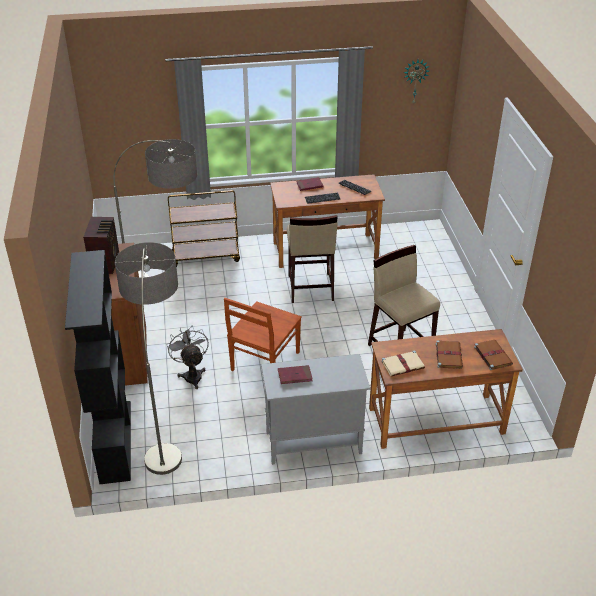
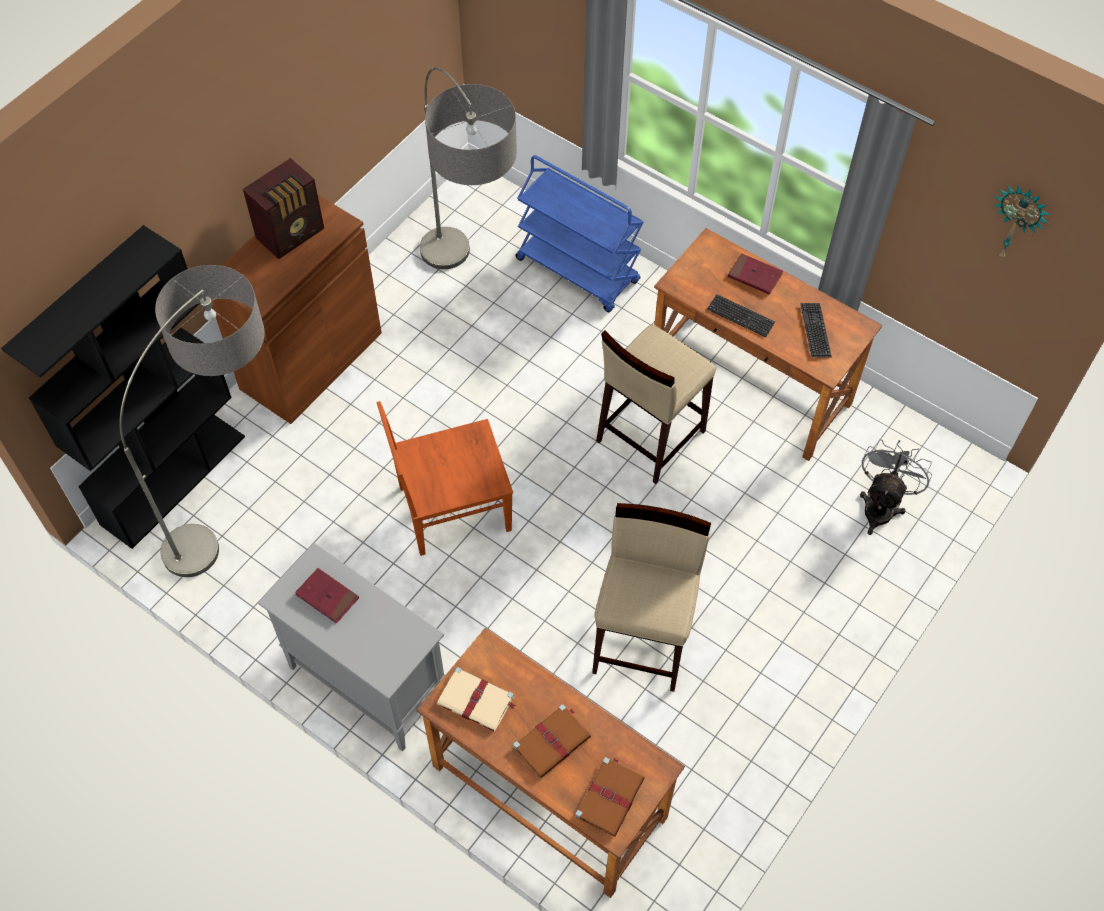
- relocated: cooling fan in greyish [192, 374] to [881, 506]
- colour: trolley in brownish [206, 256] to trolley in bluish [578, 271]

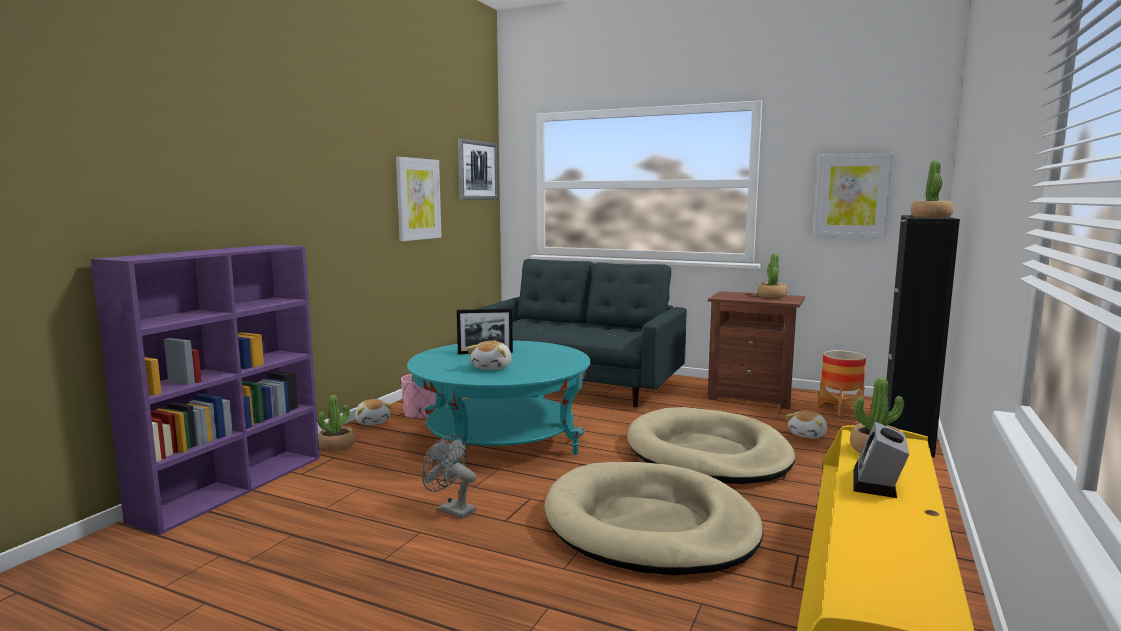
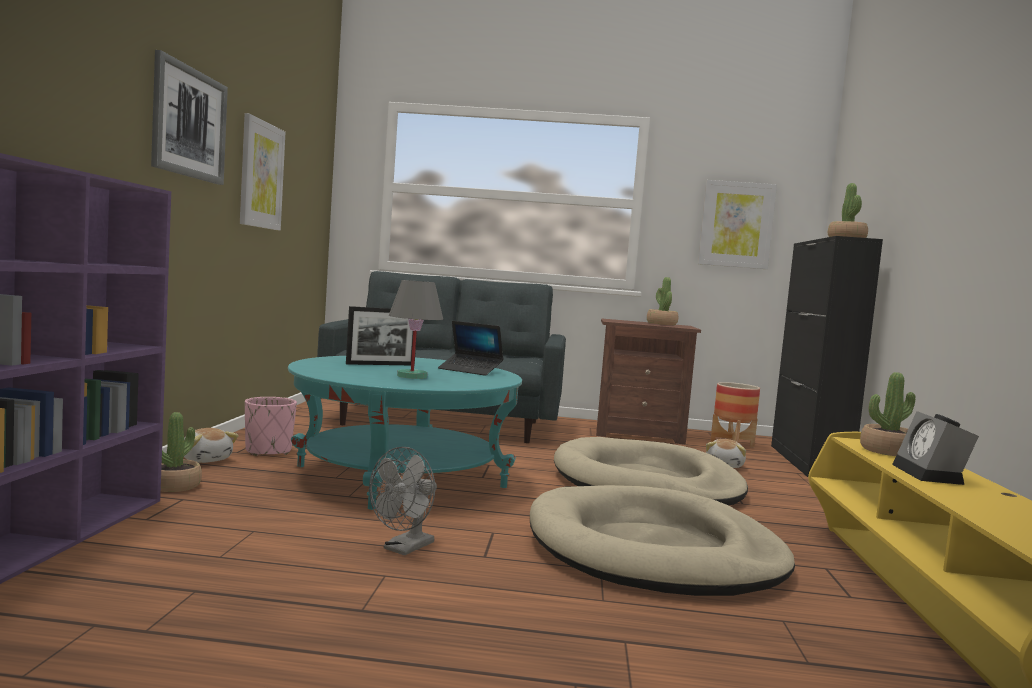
- appeared: portable computer [470, 370]
- relocated: wall picture [477, 170] to [189, 123]
- exchanged: cuddly toy [493, 367] to table lamp in greyish [412, 376]
- spun: cooling fan in greyish [451, 509] = [404, 549] 75 degrees counterclockwise

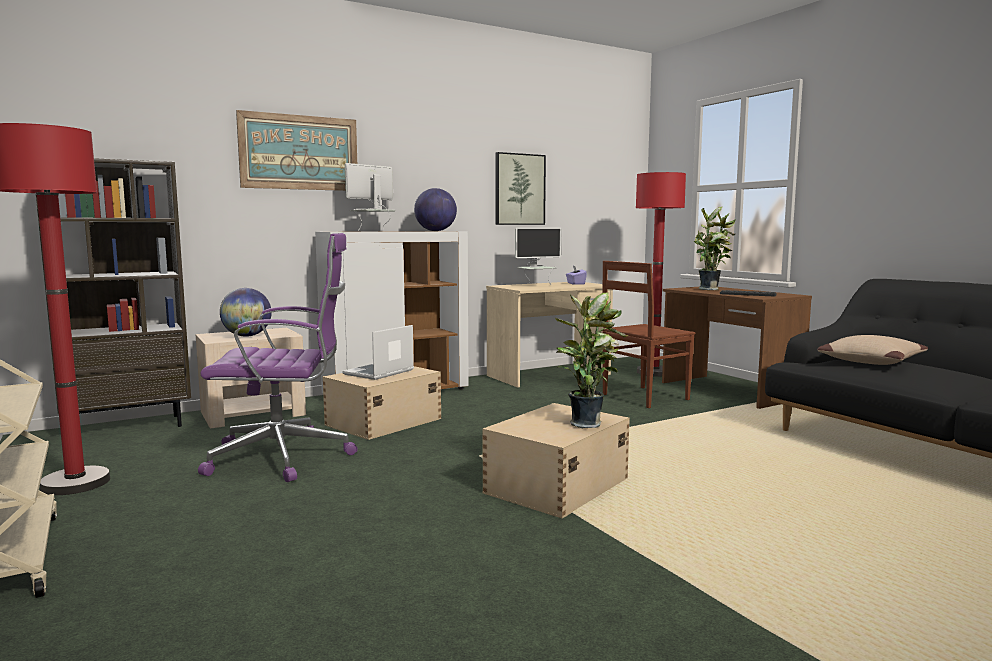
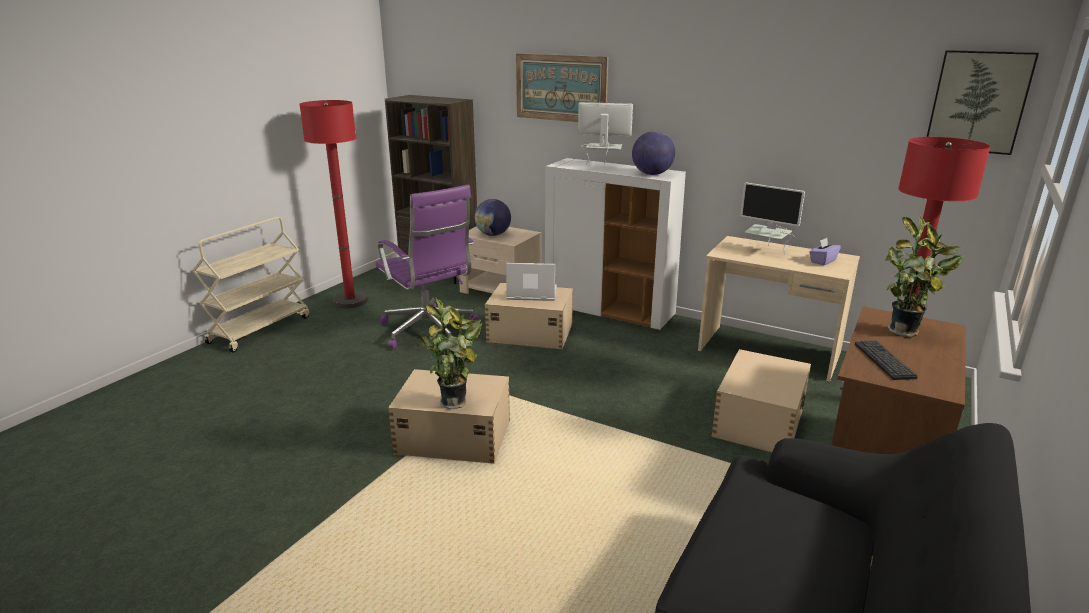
- missing: pillow in beige-coloured [870, 361]
- relocated: wall picture [519, 189] to [978, 102]
- exchanged: upright chair in brownish [643, 397] to storage box in beige-coloured [759, 420]

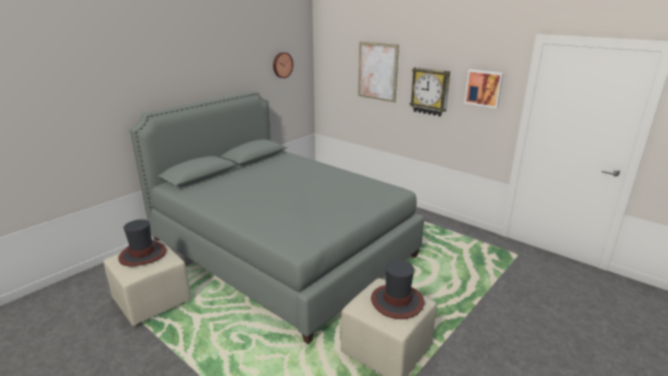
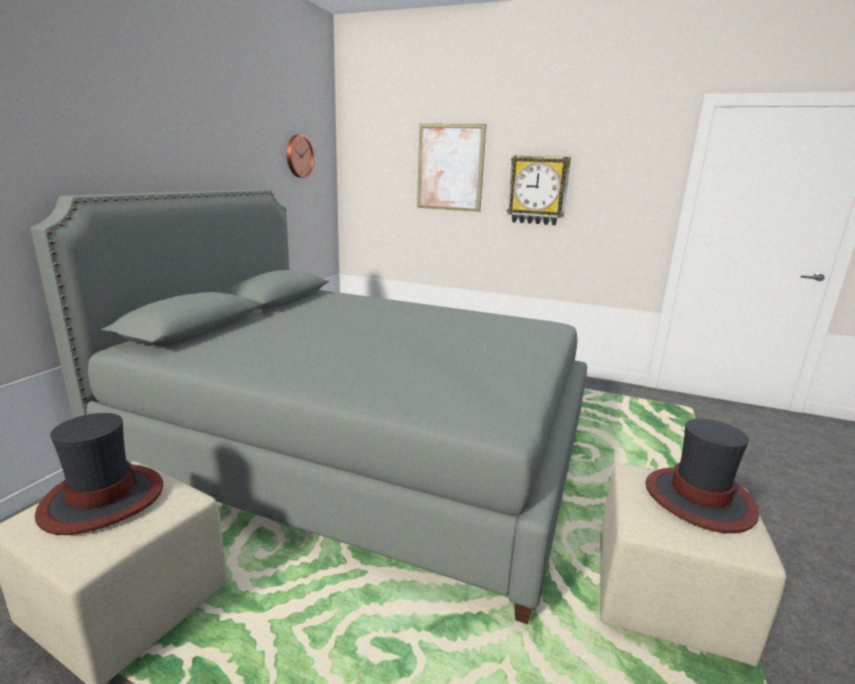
- missing: wall picture [484, 88]

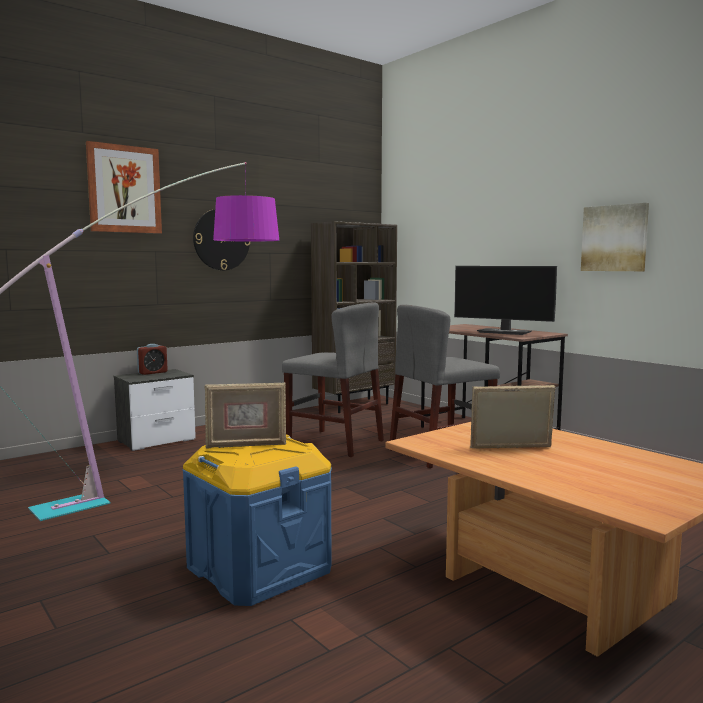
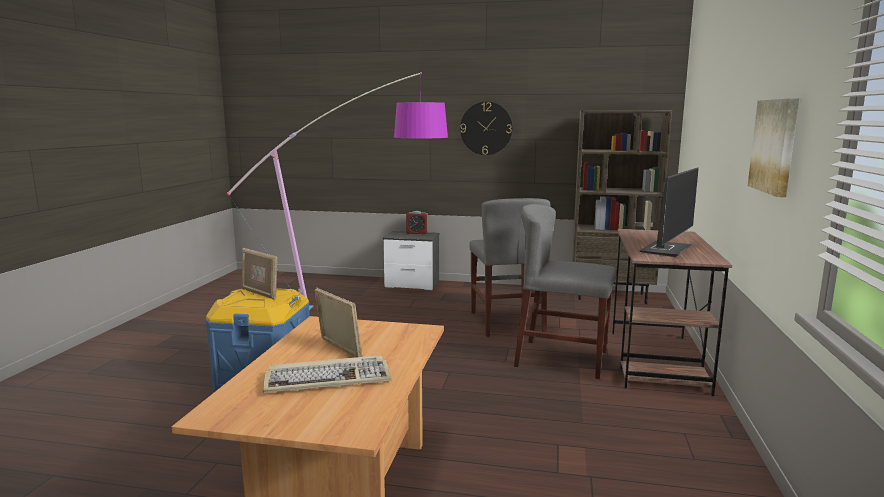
- missing: wall picture [124, 189]
- appeared: computer keyboard [328, 378]
- spun: computer screen [505, 332] = [666, 249] 135 degrees counterclockwise

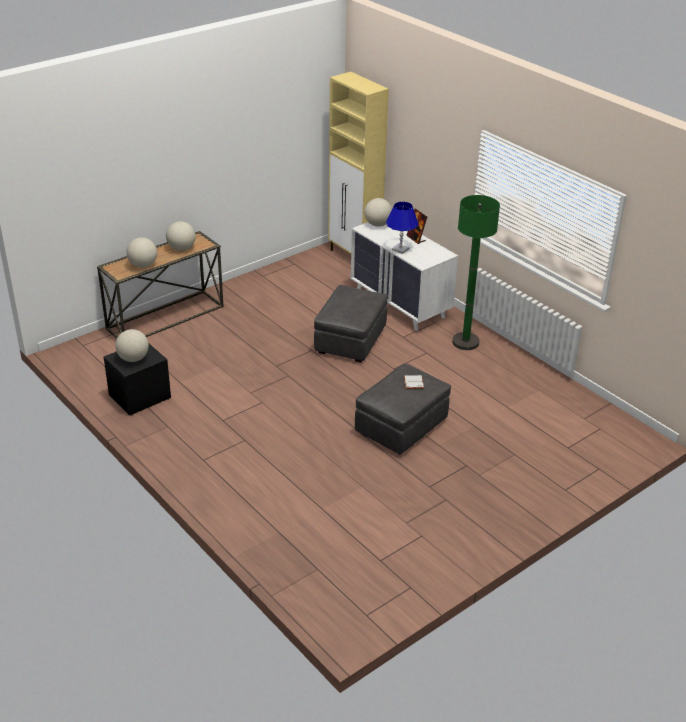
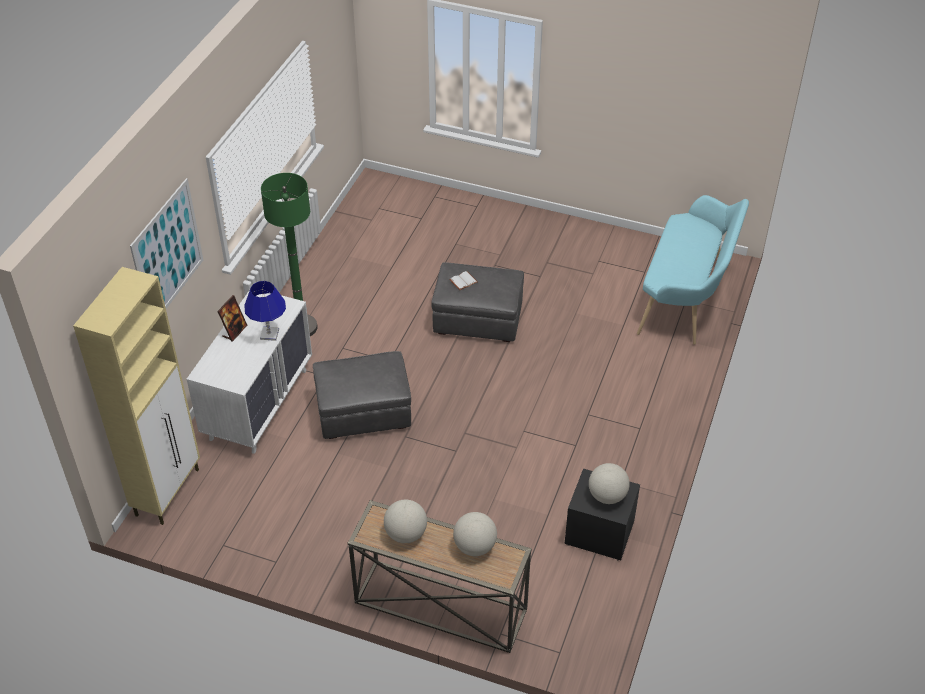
- missing: world globe [378, 224]
- appeared: wall picture [168, 253]
- appeared: indoor bench in turquoise-coloured [686, 300]

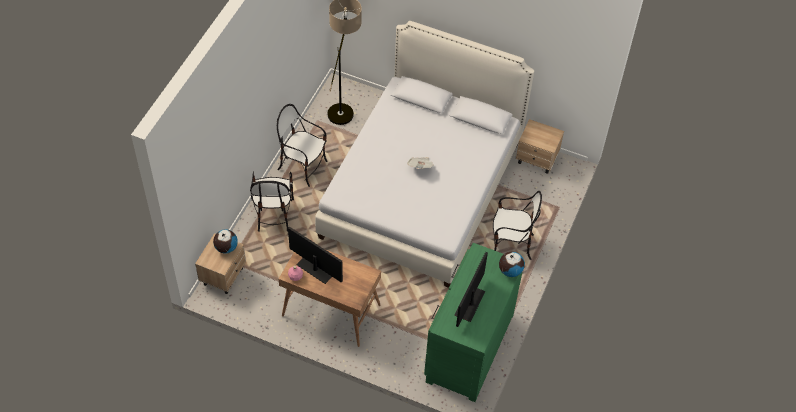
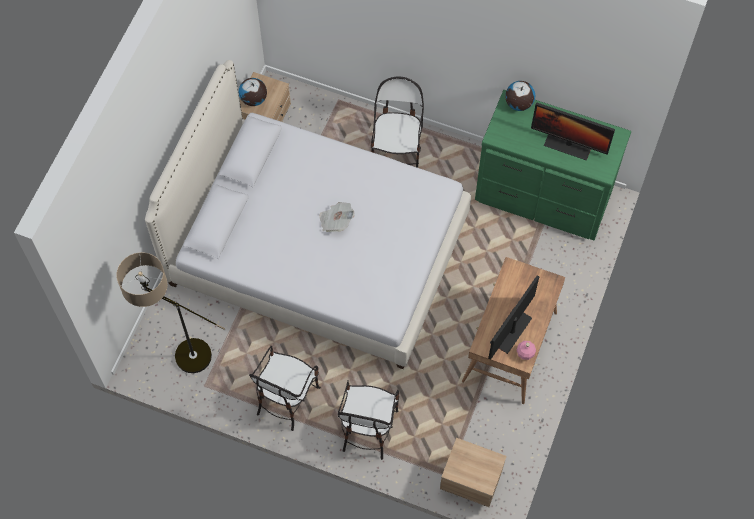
- relocated: world globe [226, 248] to [253, 99]
- spun: upright chair [273, 214] = [368, 428] 105 degrees clockwise

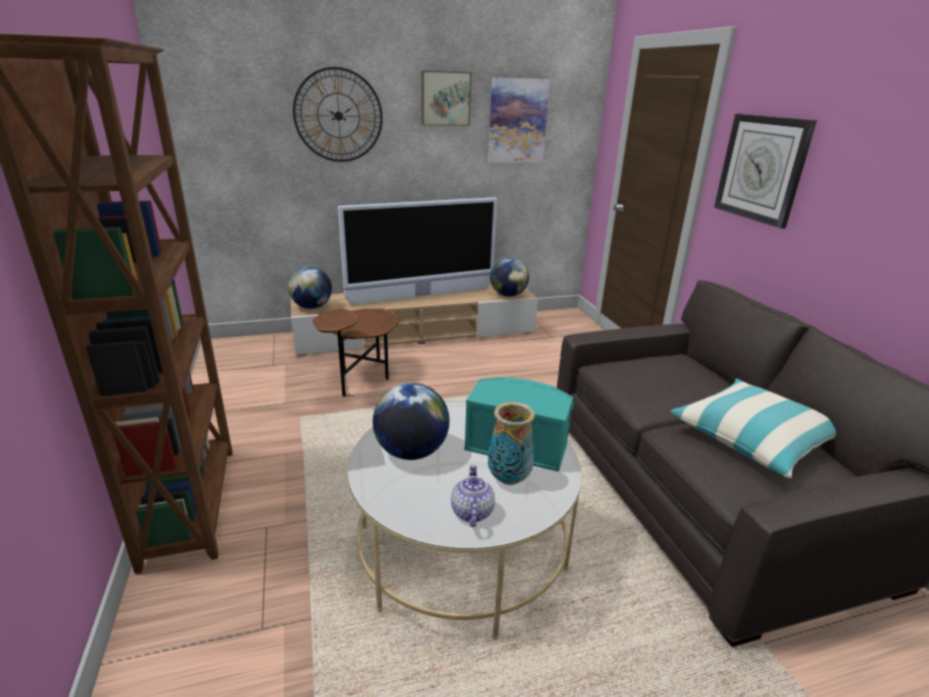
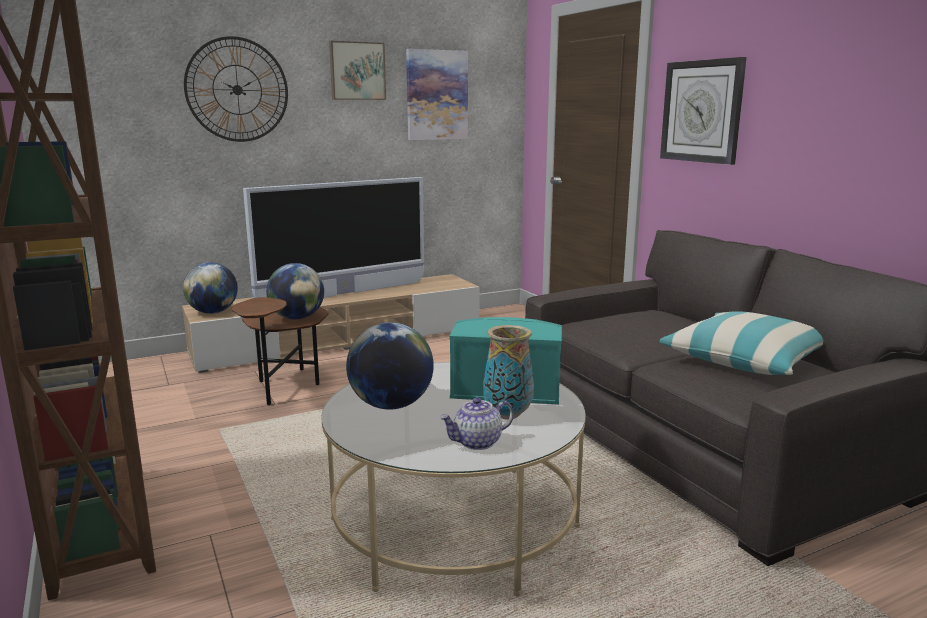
- relocated: world globe [508, 295] to [297, 318]
- spun: teapot [471, 512] = [477, 443] 105 degrees counterclockwise

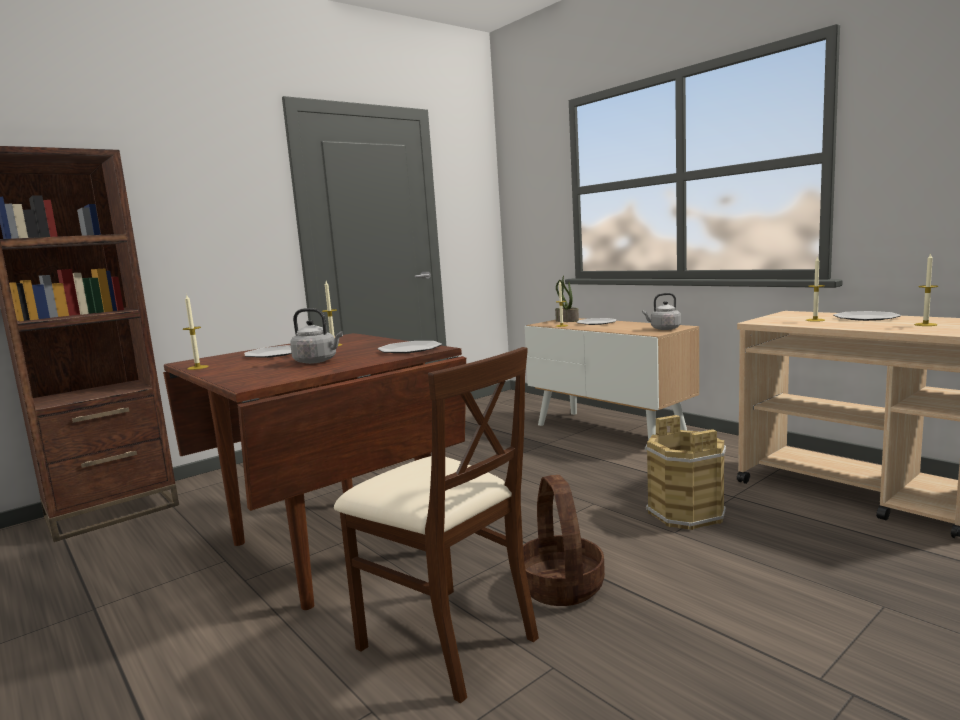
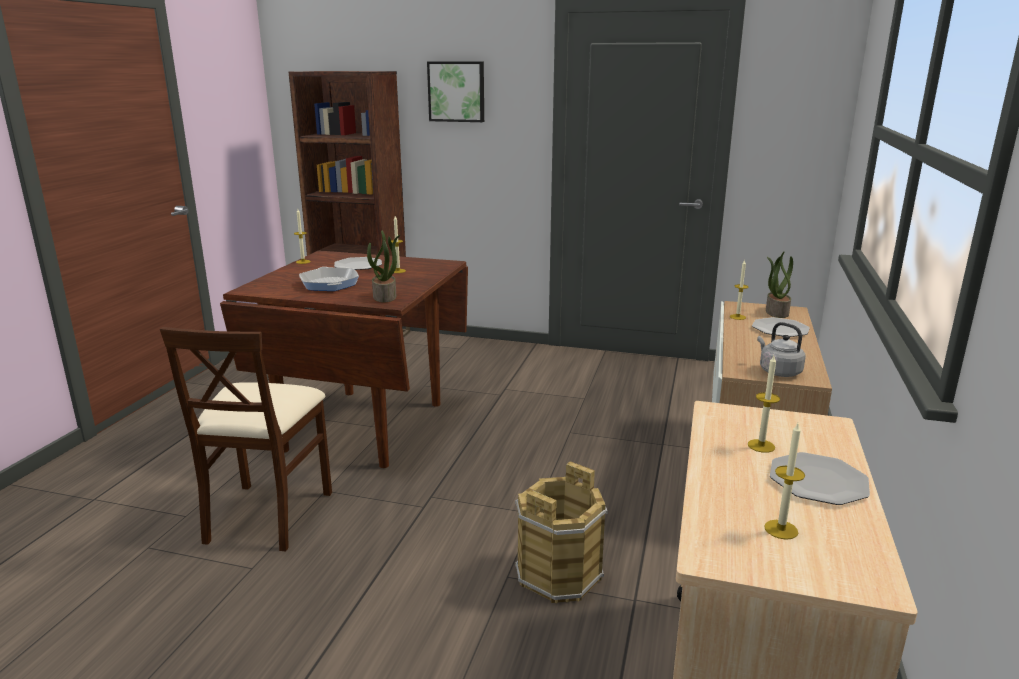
- missing: storage basket [559, 586]
- appeared: wall picture [457, 91]
- exchanged: kettle in greyish [317, 361] to pan [329, 284]
- exchanged: flat dish [410, 349] to potted plant [385, 297]

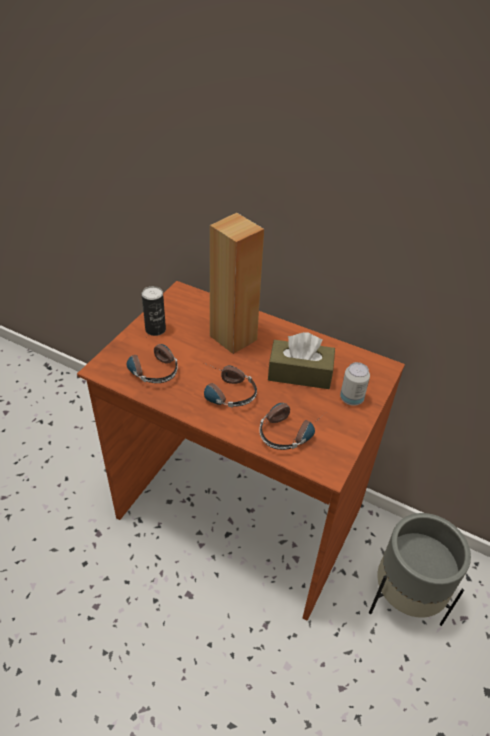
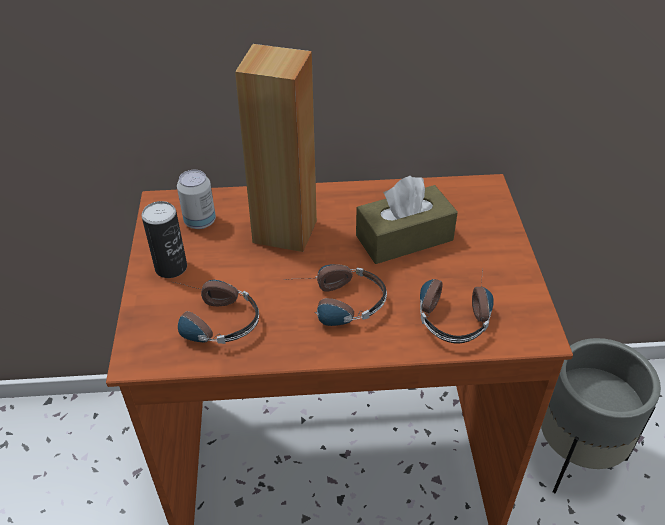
- relocated: sealed can [351, 399] to [200, 221]

